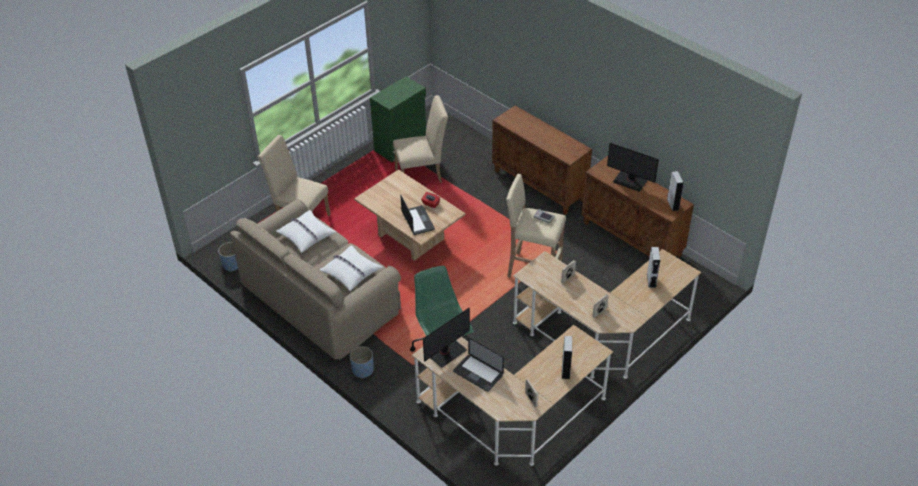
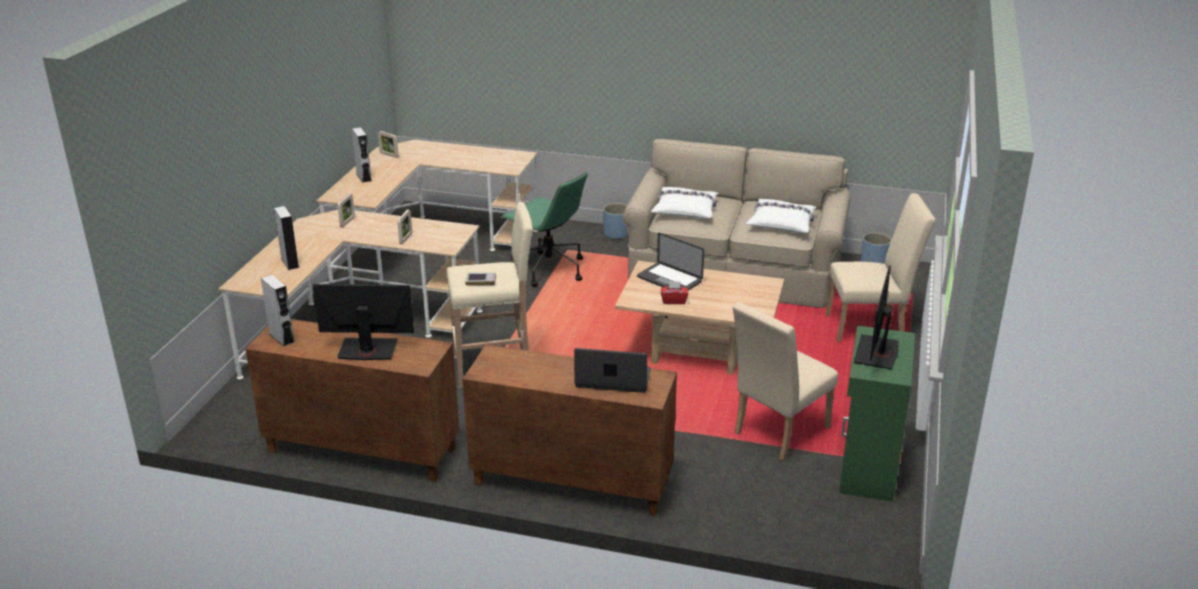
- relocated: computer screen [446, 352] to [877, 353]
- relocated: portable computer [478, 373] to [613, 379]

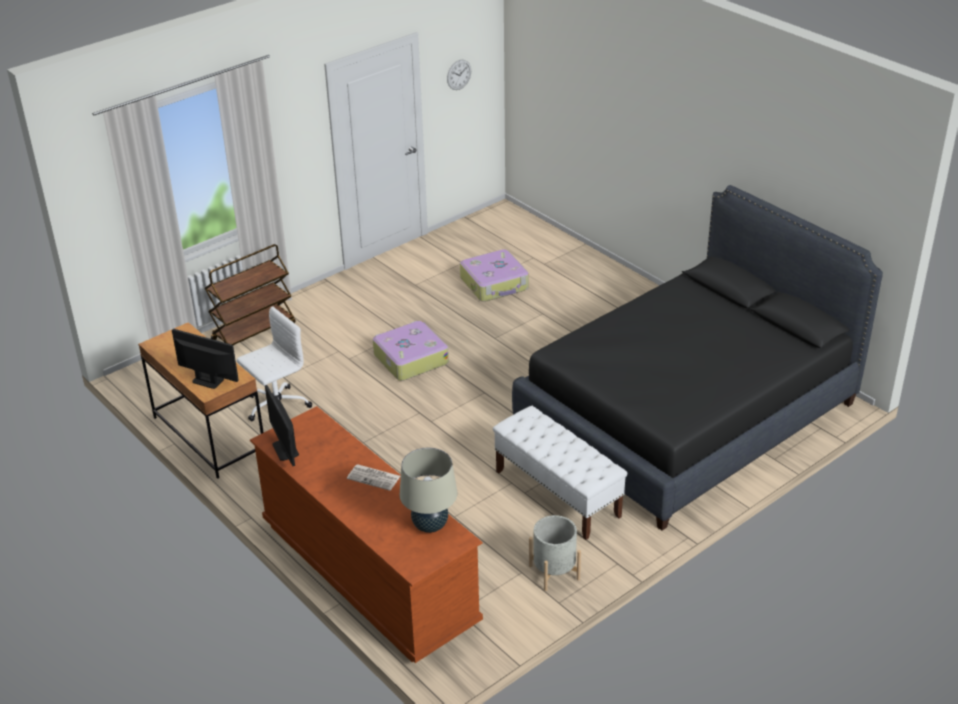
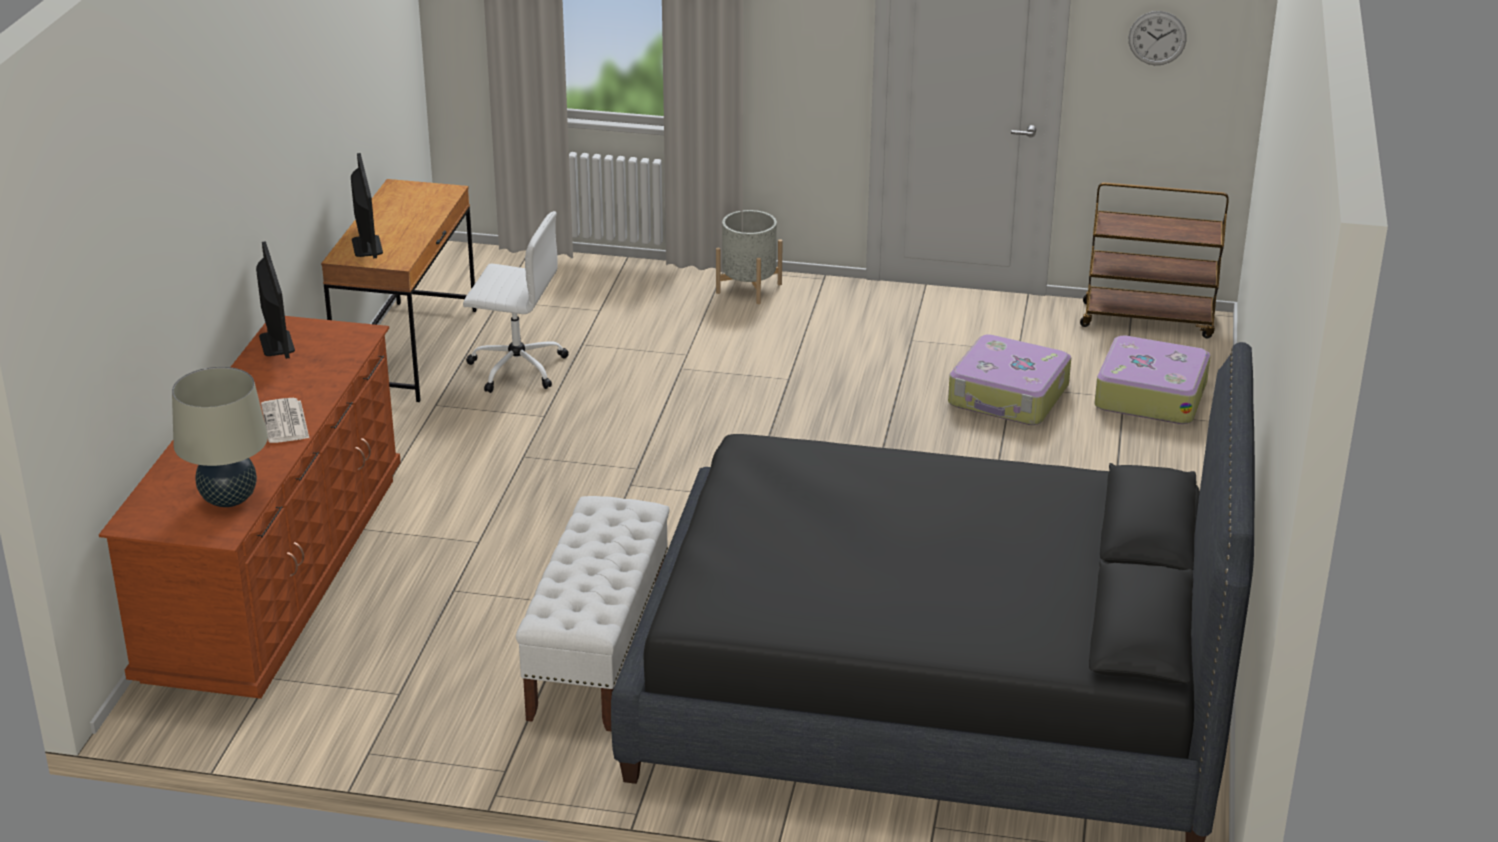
- relocated: trolley in brownish [254, 332] to [1148, 320]
- relocated: travel case [410, 359] to [1150, 394]
- relocated: planter in greyish [554, 572] to [749, 288]
- spun: computer screen [285, 449] = [276, 343] 135 degrees clockwise

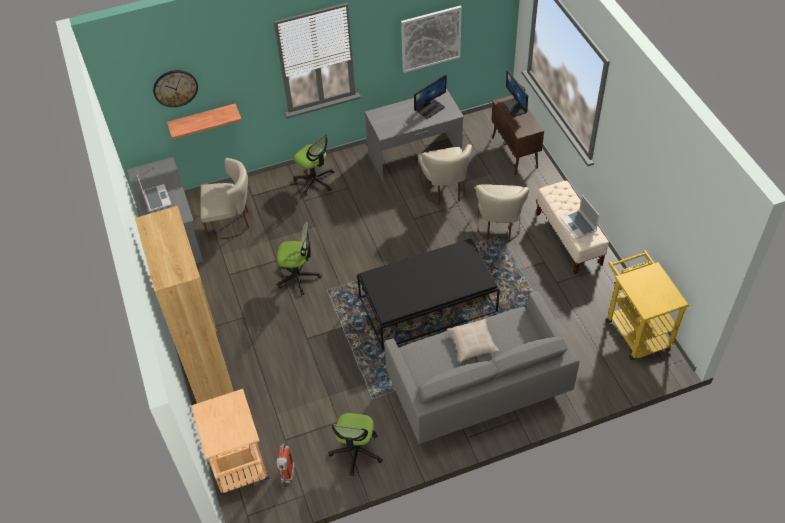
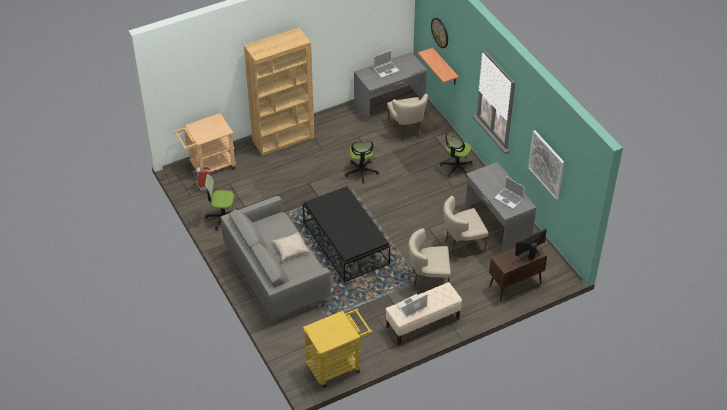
- exchanged: computer screen [430, 108] to portable computer [509, 199]

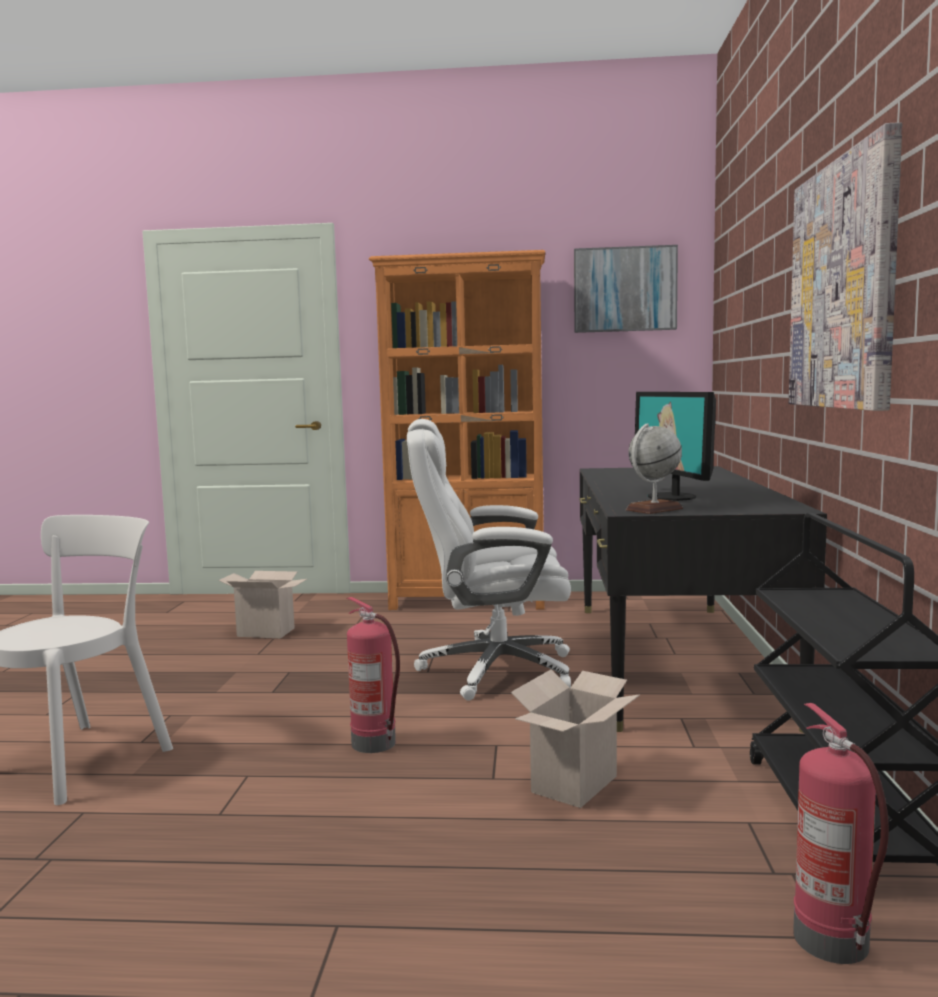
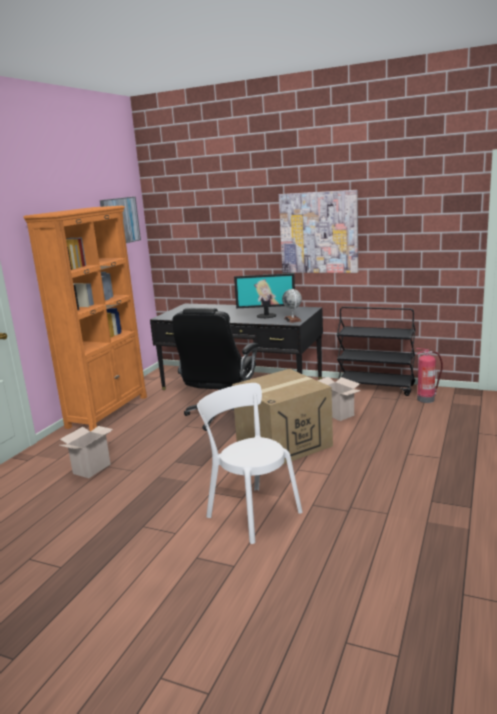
- exchanged: extinguisher [376, 743] to carton [283, 443]
- colour: computer chair in whitish [493, 670] to computer chair in black [222, 415]

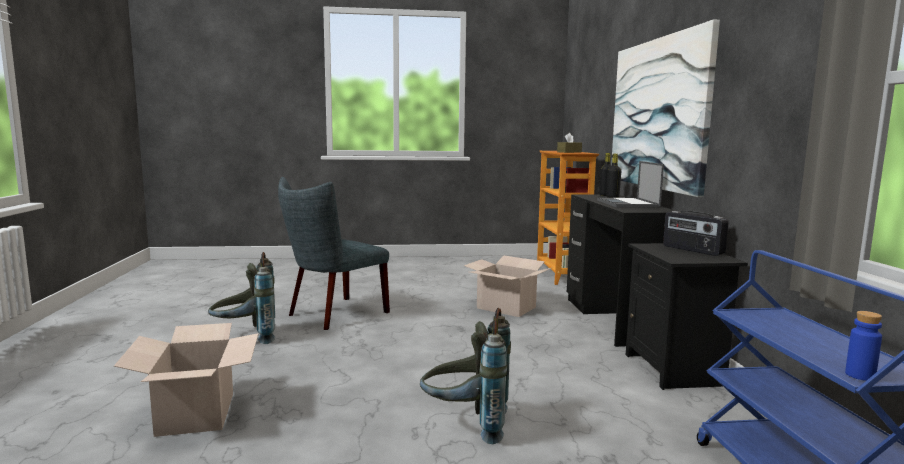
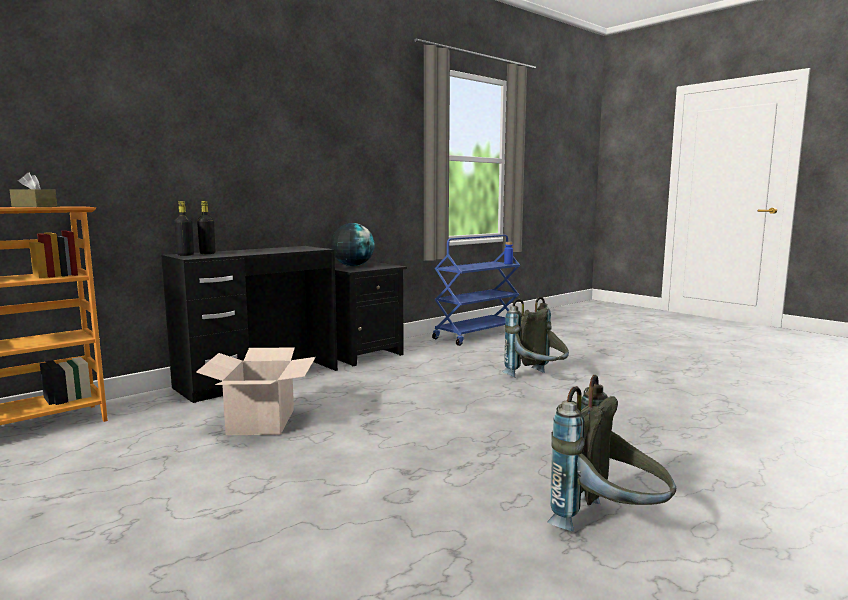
- missing: carton [195, 413]
- missing: upright chair in greyish [333, 315]
- missing: portable computer [628, 204]
- missing: wall picture [657, 114]
- exchanged: radio set [692, 250] to world globe [353, 266]

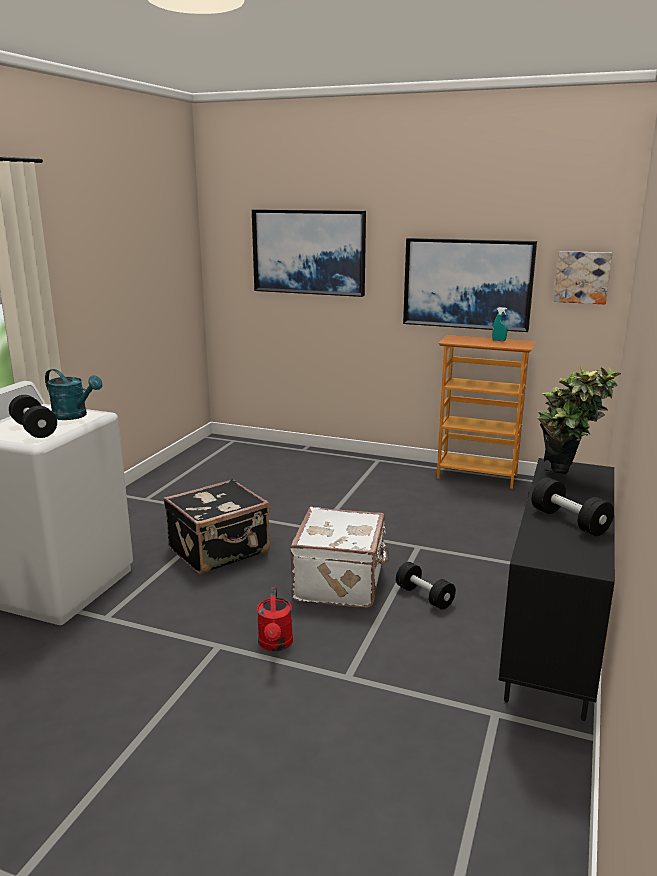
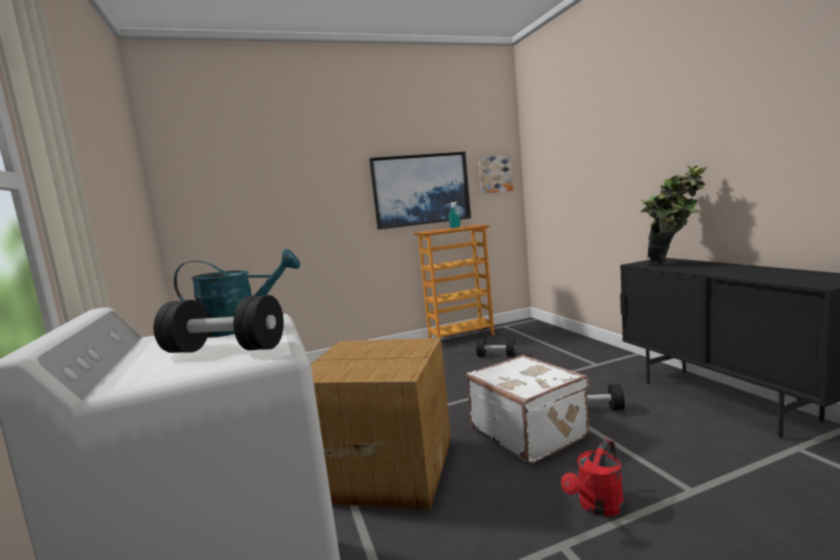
- missing: wall picture [309, 252]
- relocated: free weight in black [569, 521] to [496, 355]
- exchanged: travel case in black [220, 551] to carton [384, 466]
- spun: watering can in reddish [275, 645] = [597, 507] 90 degrees clockwise

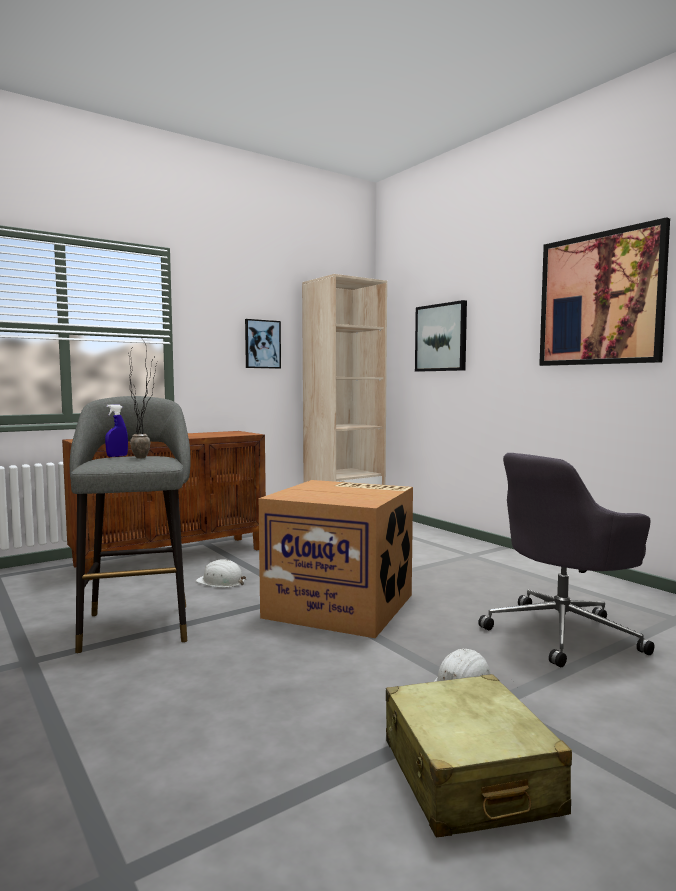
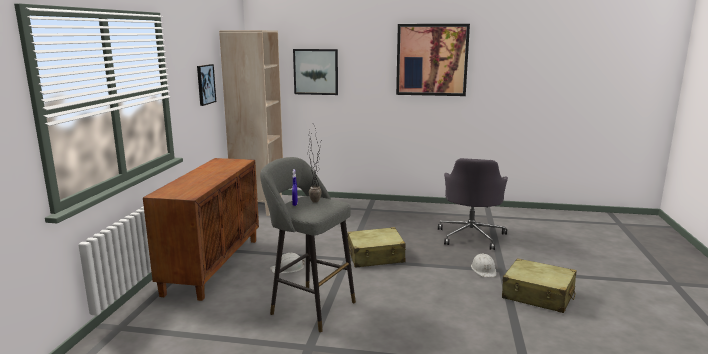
- exchanged: carton [342, 605] to travel case in beige-coloured [376, 256]

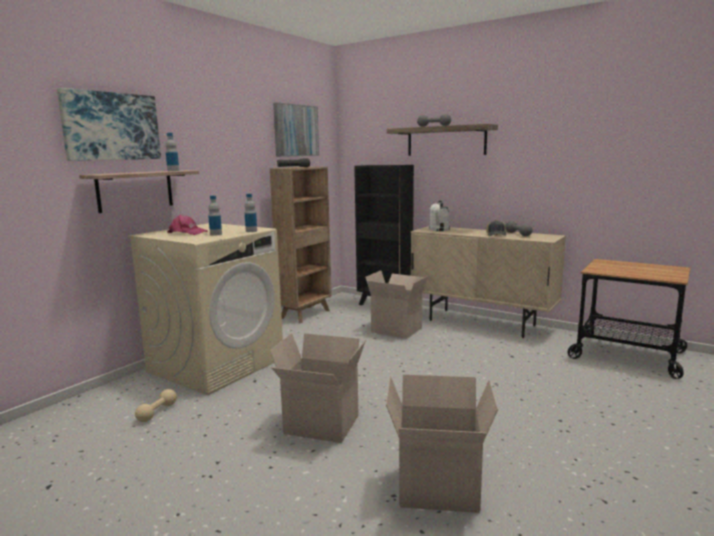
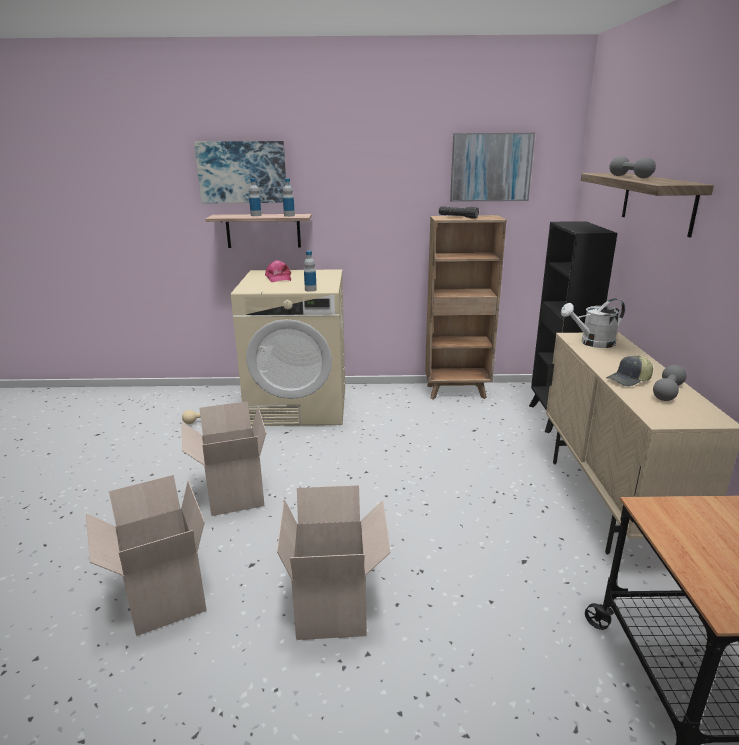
- relocated: drink bottle [216, 234] to [256, 215]
- relocated: carton [398, 329] to [334, 607]

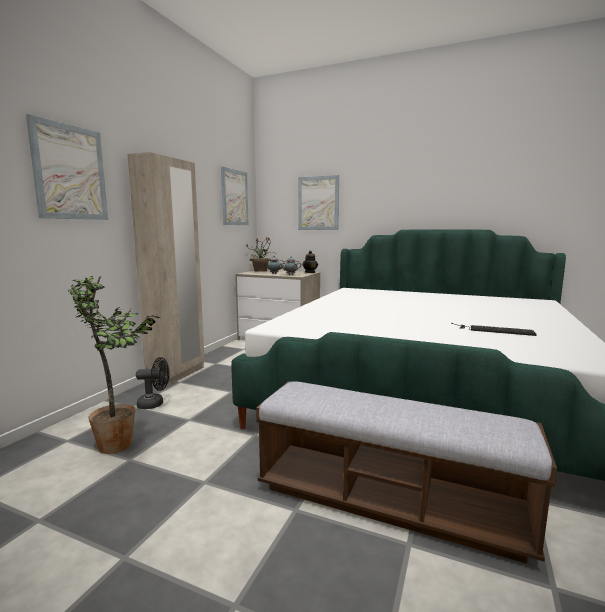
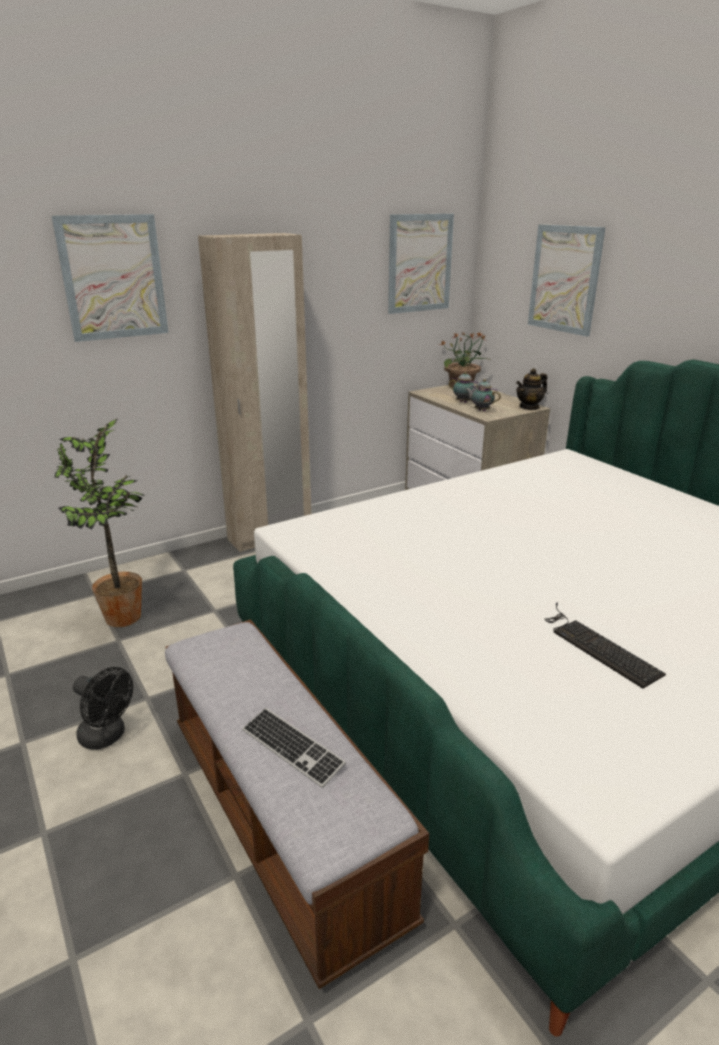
- appeared: computer keyboard [292, 748]
- relocated: cooling fan in black [155, 404] to [107, 737]

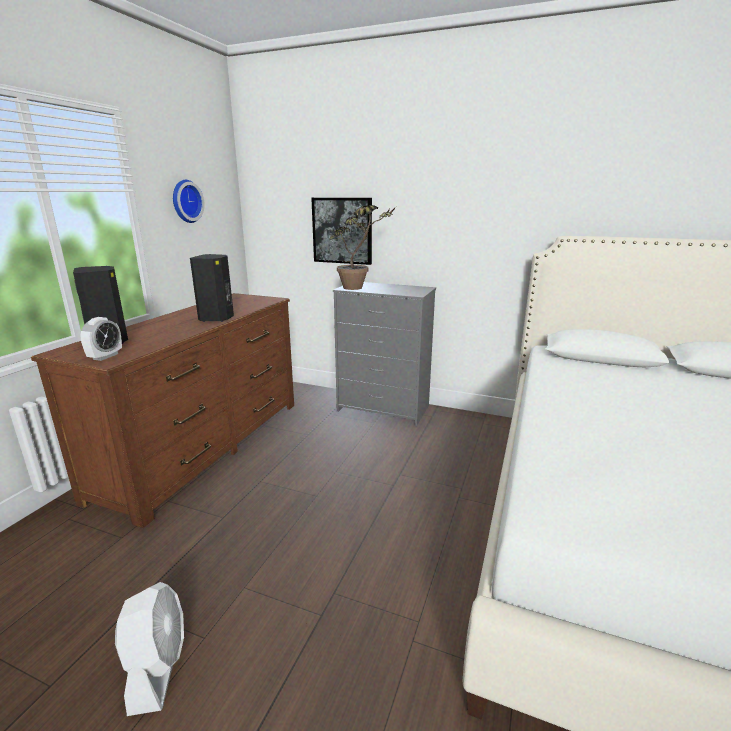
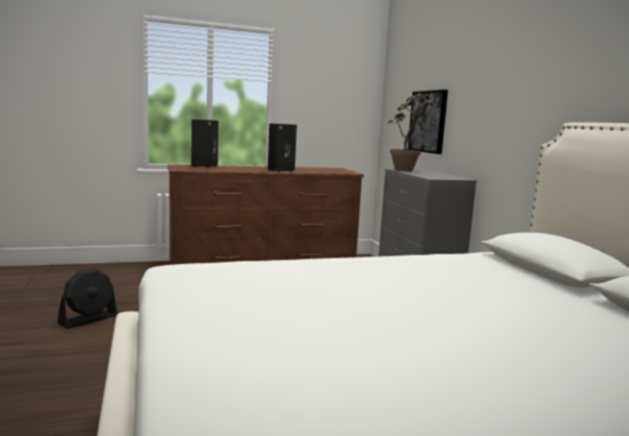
- missing: alarm clock [105, 356]
- missing: hanging clock [185, 201]
- colour: cooling fan in whitish [158, 666] to cooling fan in black [88, 319]

